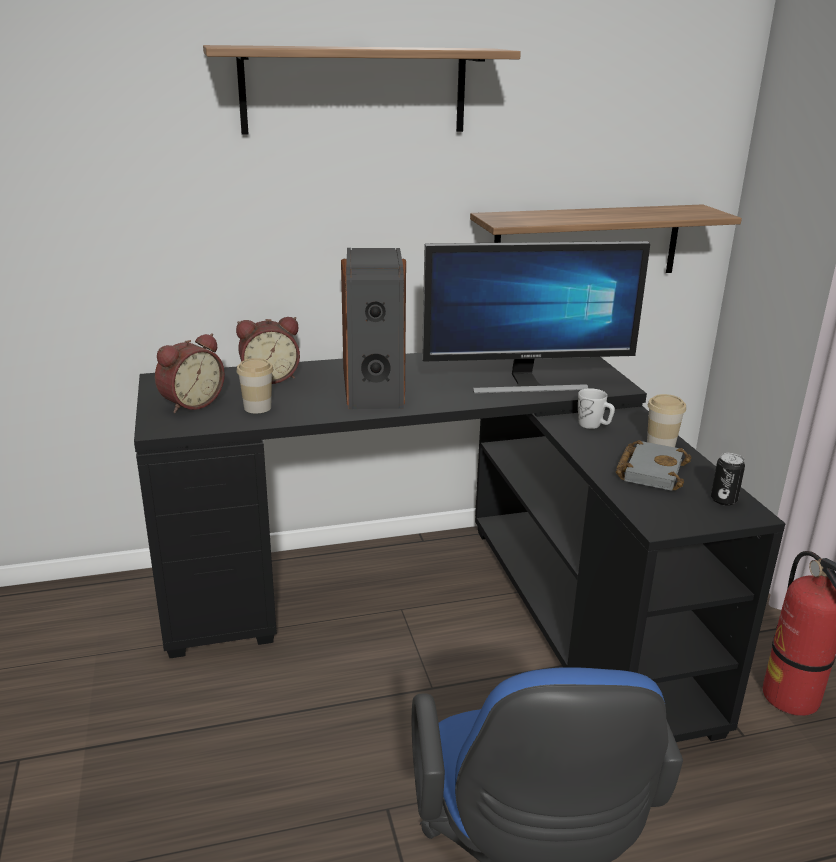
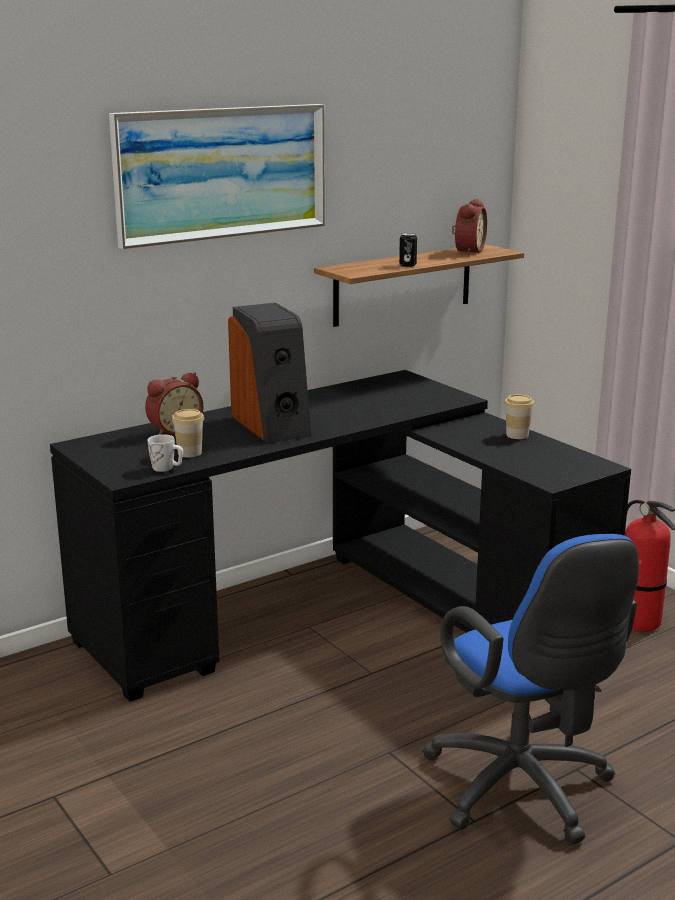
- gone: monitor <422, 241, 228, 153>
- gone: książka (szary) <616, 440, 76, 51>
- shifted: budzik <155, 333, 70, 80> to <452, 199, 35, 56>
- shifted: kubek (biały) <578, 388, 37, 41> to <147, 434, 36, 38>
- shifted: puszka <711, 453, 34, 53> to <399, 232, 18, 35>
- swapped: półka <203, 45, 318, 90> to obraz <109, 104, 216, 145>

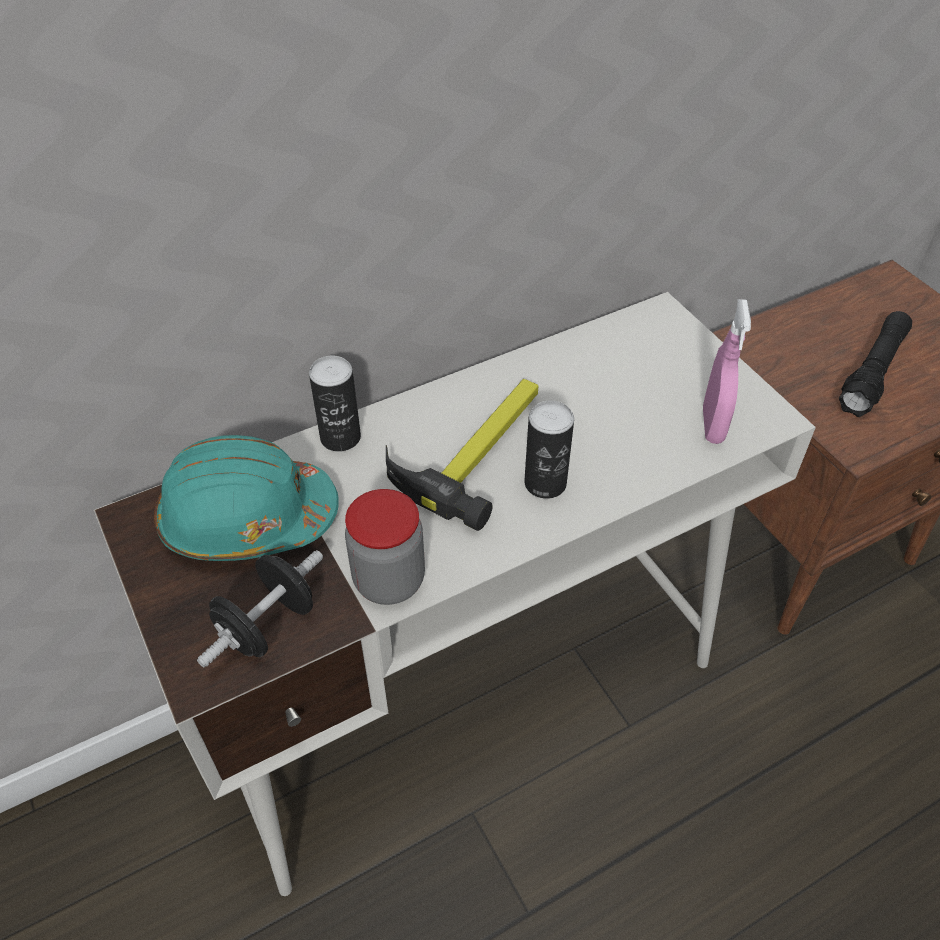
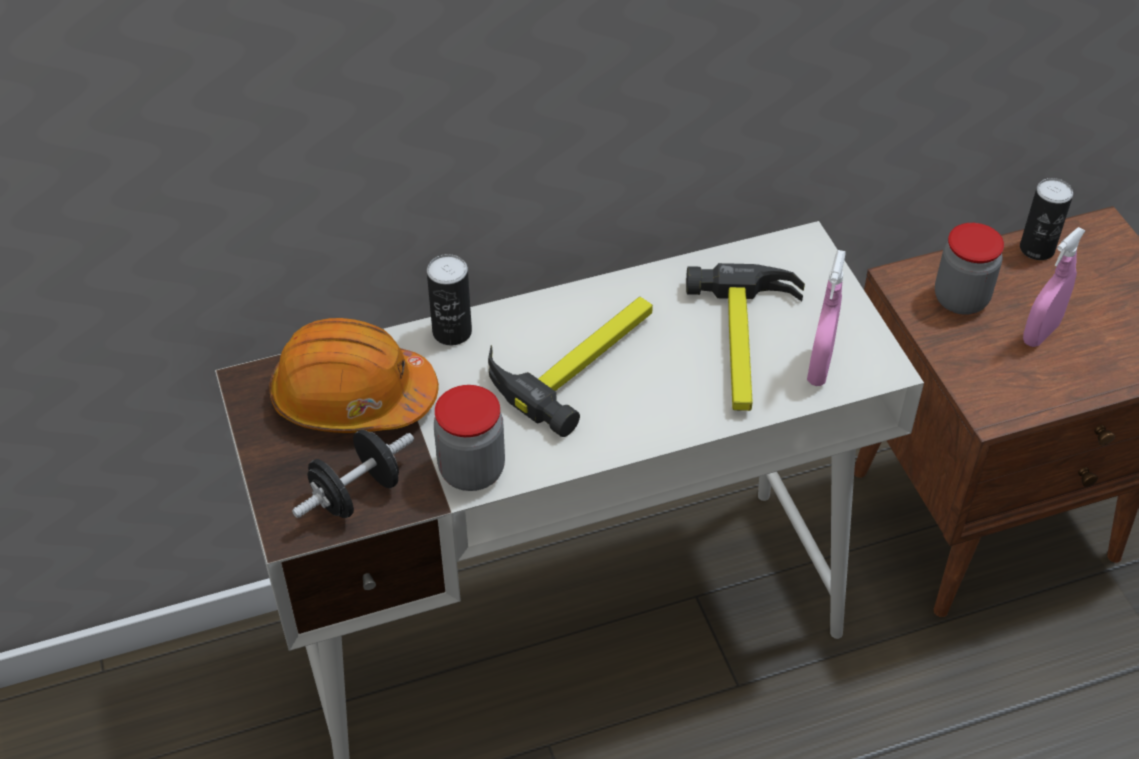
- new: młotek <686, 263, 119, 148>
- new: słoik <935, 223, 69, 92>
- shifted: puszka <524, 401, 50, 98> to <1020, 178, 53, 82>
- swapped: latarka (czarny) <839, 311, 73, 106> to spryskiwacz (różowy) <1023, 227, 62, 120>
- repainted: kask (turkusowy) <154, 435, 185, 126> to kask (pomarańczowy) <269, 318, 170, 115>

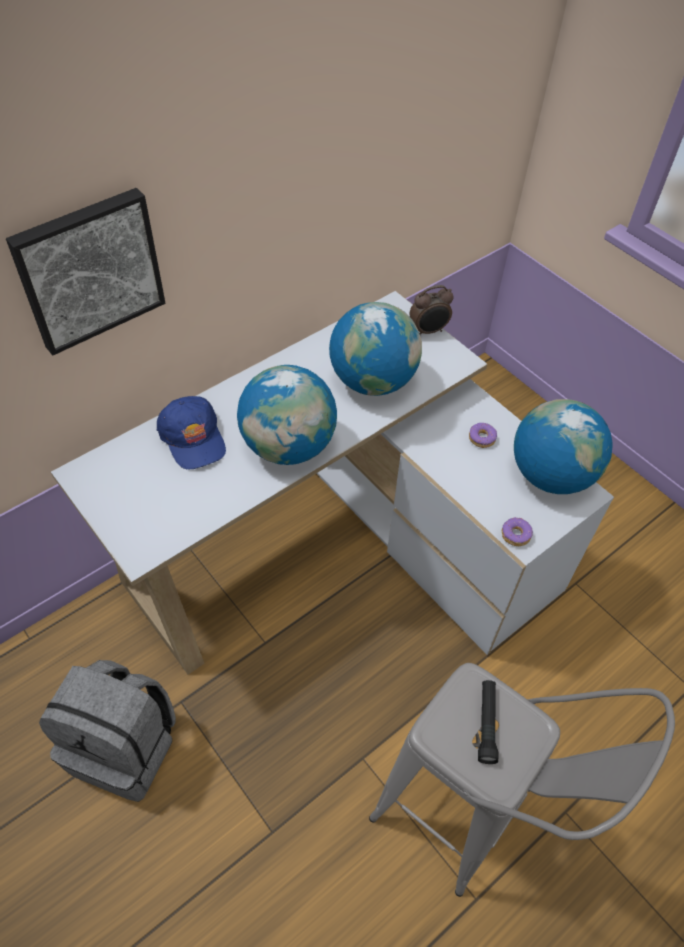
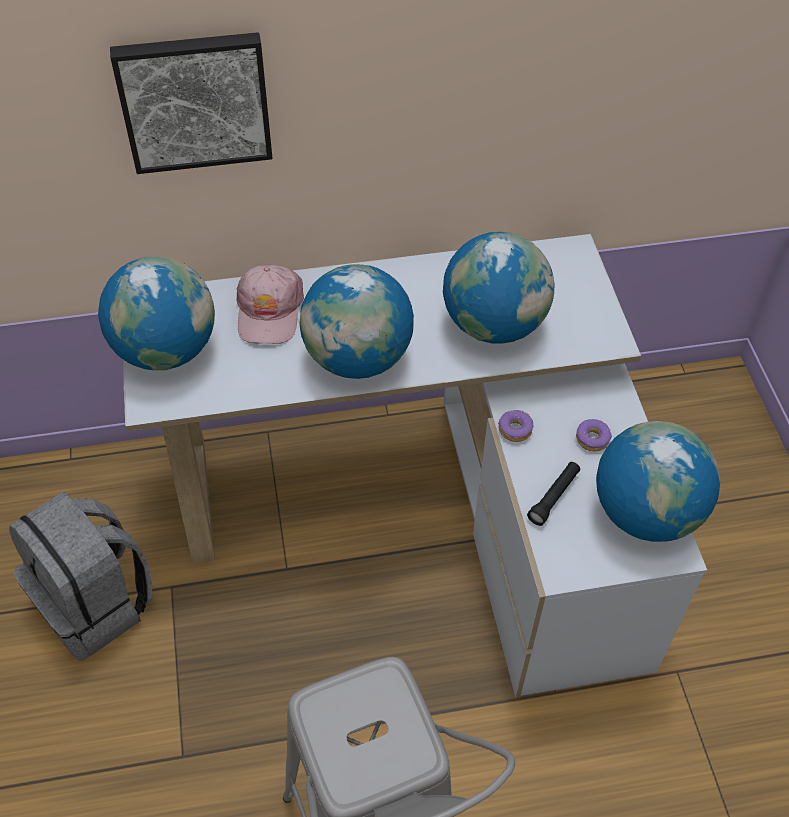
- gone: budzik <410, 285, 44, 50>
- new: globus <98, 256, 117, 114>
- shifted: latarka (czarny) <478, 680, 20, 84> to <527, 462, 53, 64>
- shifted: donut <502, 517, 31, 29> to <498, 410, 36, 32>
- repainted: czapka z daszkiem (niebieski) <157, 396, 69, 74> to czapka z daszkiem (różowy) <236, 265, 68, 79>

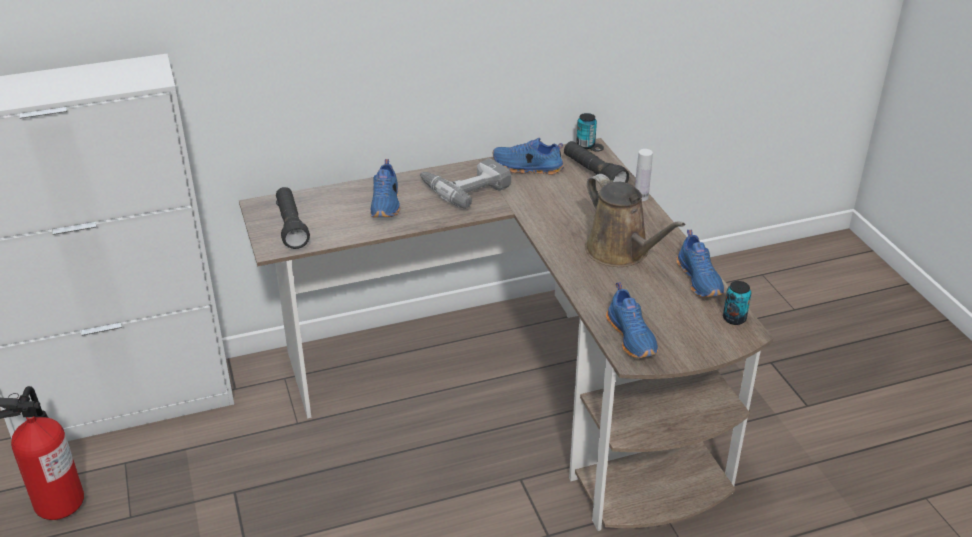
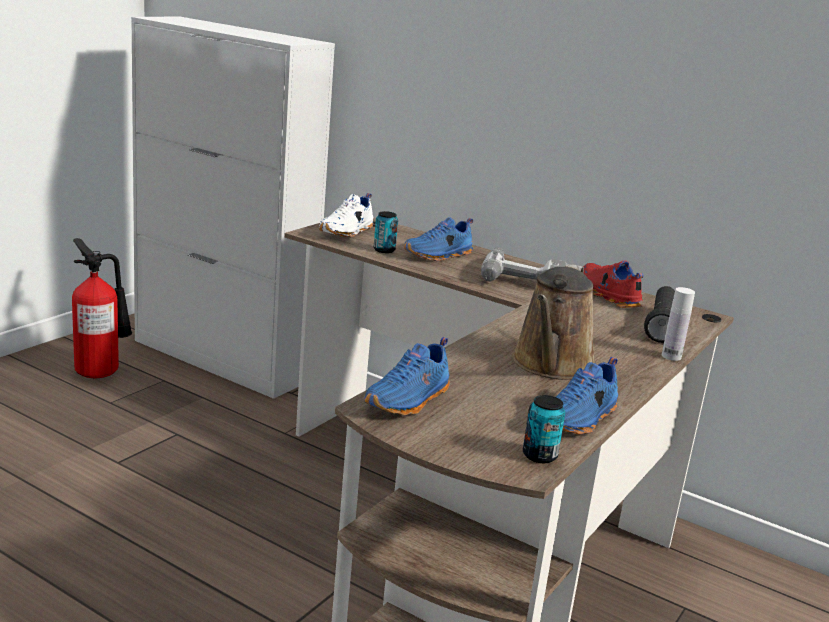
- shifted: puszka <576, 113, 21, 36> to <374, 211, 24, 42>
- swapped: latarka (czarny) <276, 187, 34, 62> to but (biały) <319, 193, 55, 44>
- repainted: but (niebieski) <493, 138, 71, 37> to but (czerwony) <584, 261, 59, 47>

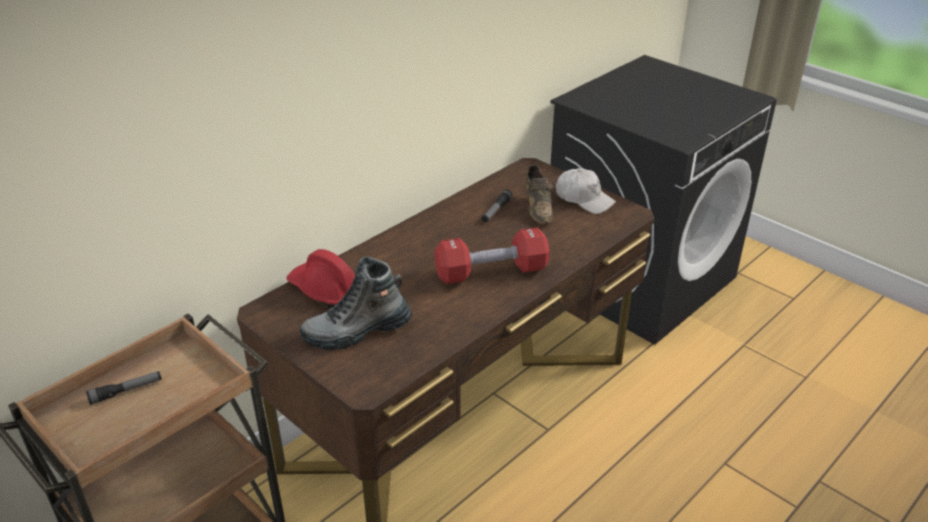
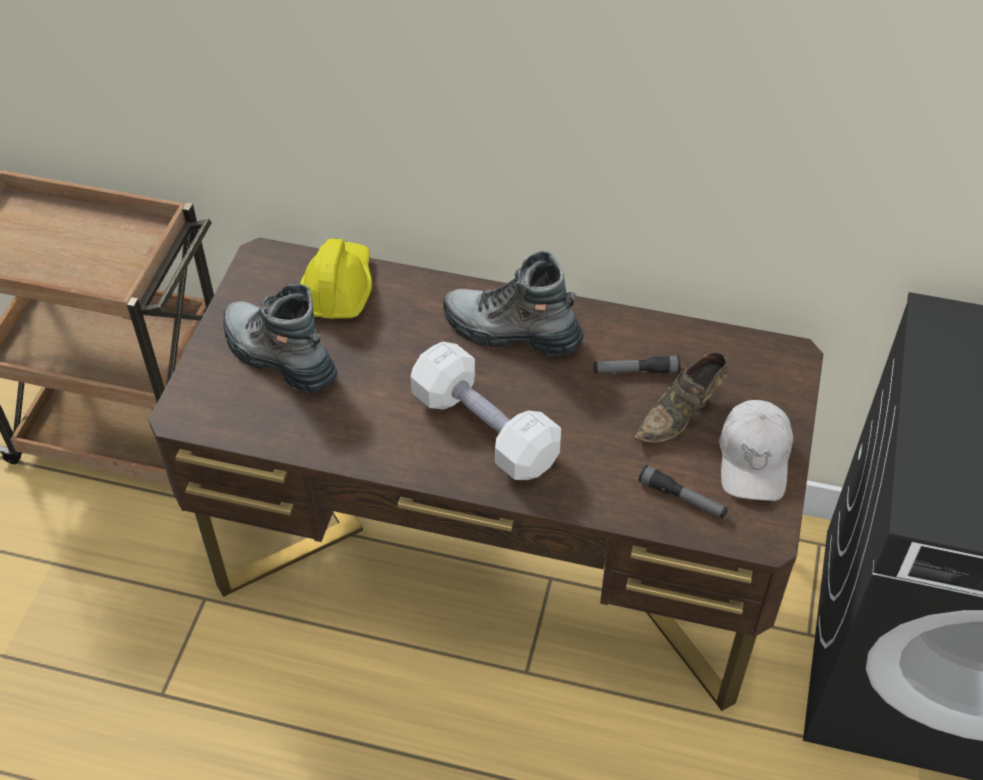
- new: but z cholewką <443, 251, 141, 104>
- shifted: latarka <86, 371, 76, 34> to <638, 465, 90, 54>
- repainted: kask (czerwony) <287, 249, 68, 59> to kask (żółty) <300, 238, 72, 81>
- repainted: hantel (czerwony) <435, 227, 115, 57> to hantel (biały) <411, 342, 150, 138>

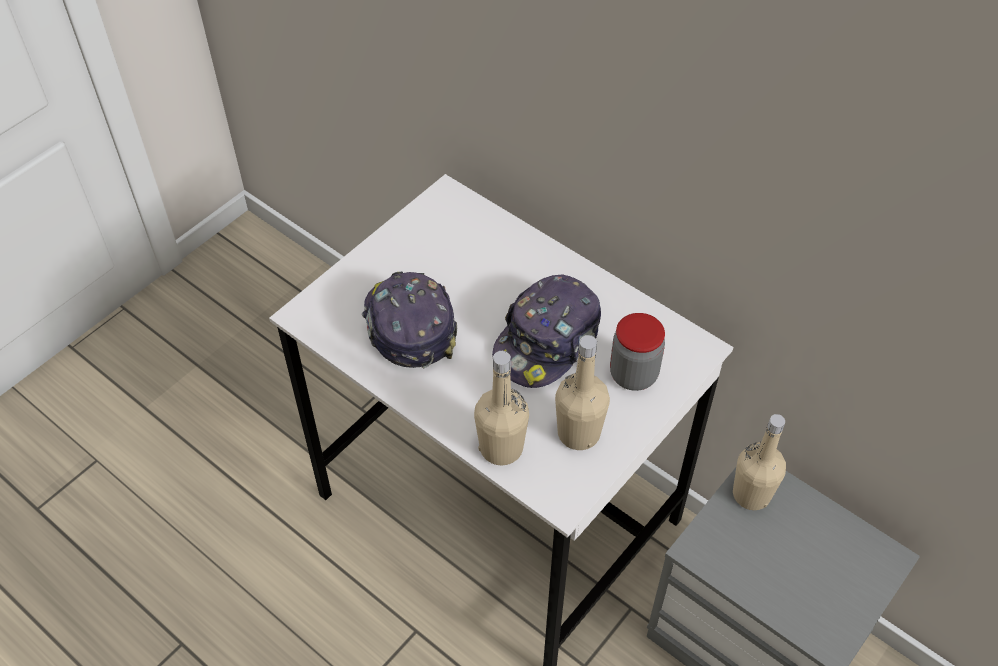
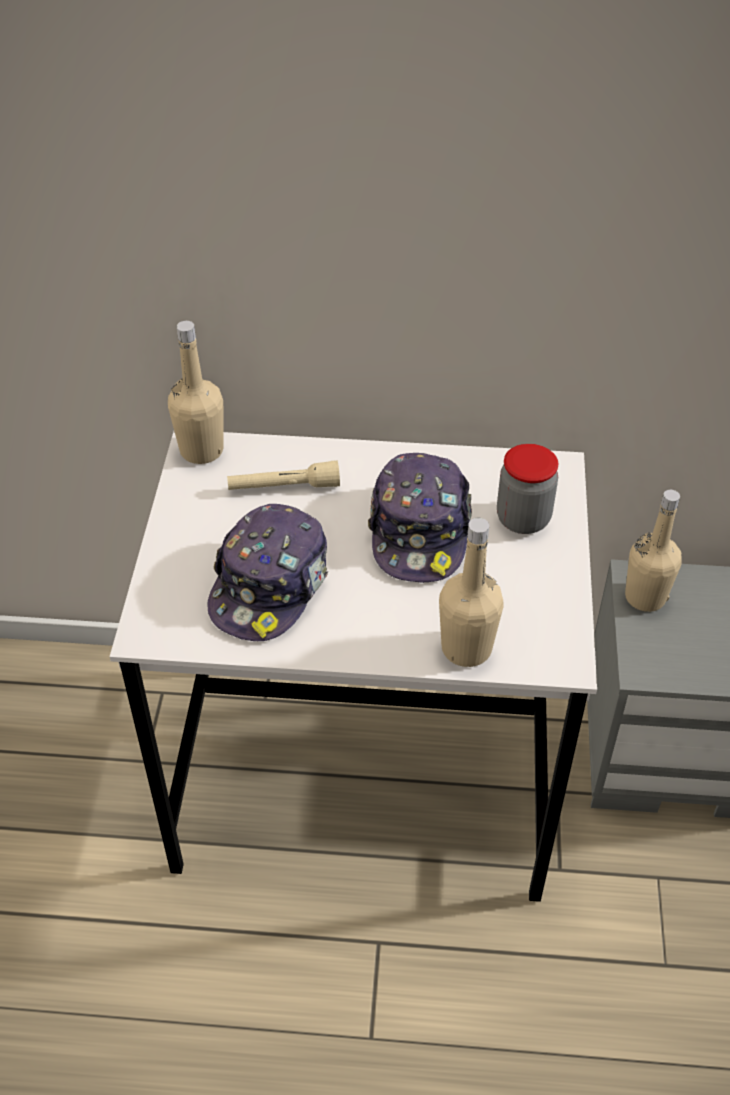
- new: latarka (beżowy) <227, 460, 113, 30>
- shifted: butelka (beżowy) <555, 335, 55, 115> to <168, 321, 56, 143>
- rotated: czapka z daszkiem <362, 272, 95, 97> = <207, 504, 121, 137> 105 degrees counterclockwise

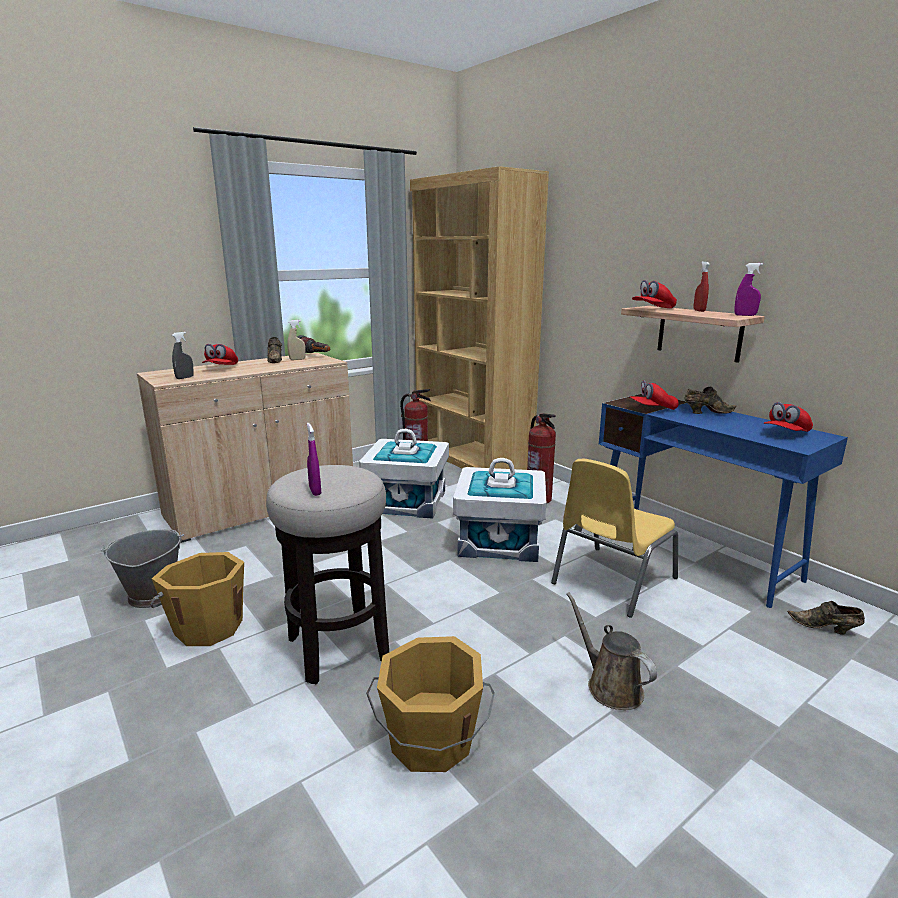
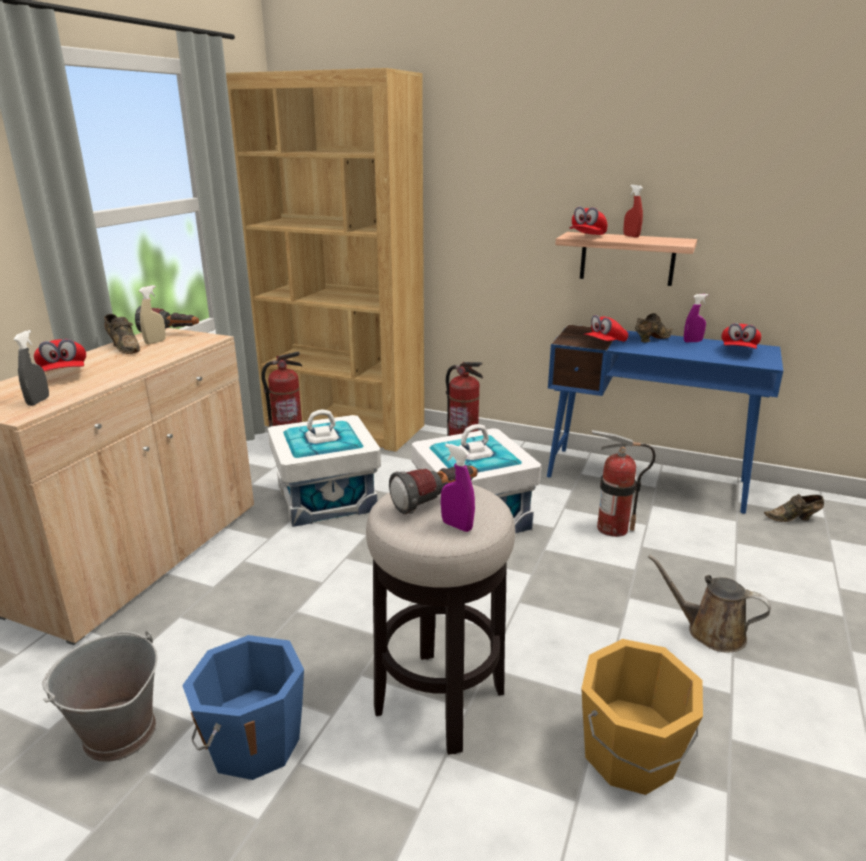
- new: latarka <389, 465, 89, 49>
- shifted: spryskiwacz (fioletowy) <734, 263, 29, 53> to <684, 294, 24, 48>
- swapped: krzesło (żółty) <551, 459, 127, 159> to gaśnica <592, 430, 64, 107>
- repainted: wiadro (pomarańczowy) <150, 552, 94, 94> to wiadro (niebieski) <182, 635, 122, 145>

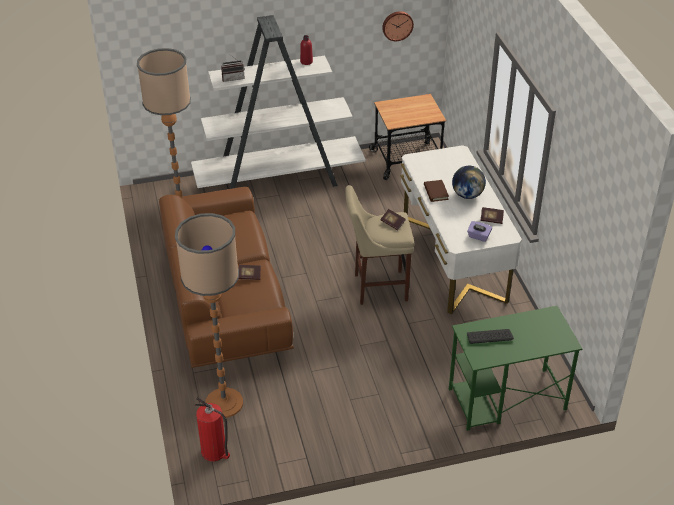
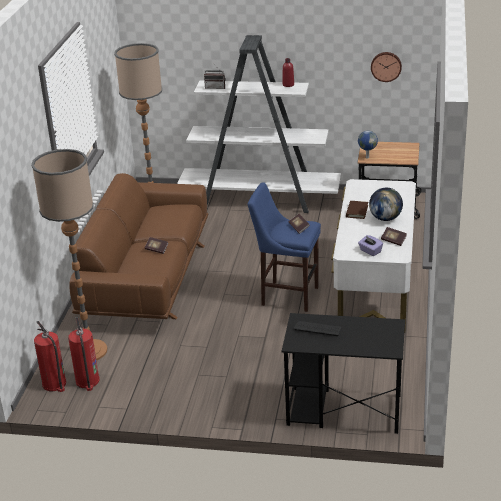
- new: gaśnica <68, 317, 32, 74>
- new: globus <358, 131, 20, 28>
- repainted: stołek (beżowy) <345, 185, 69, 120> to stołek (niebieski) <248, 182, 73, 130>
- repainted: biurko (zielony) <449, 306, 133, 125> to biurko (czarny) <282, 313, 123, 121>

